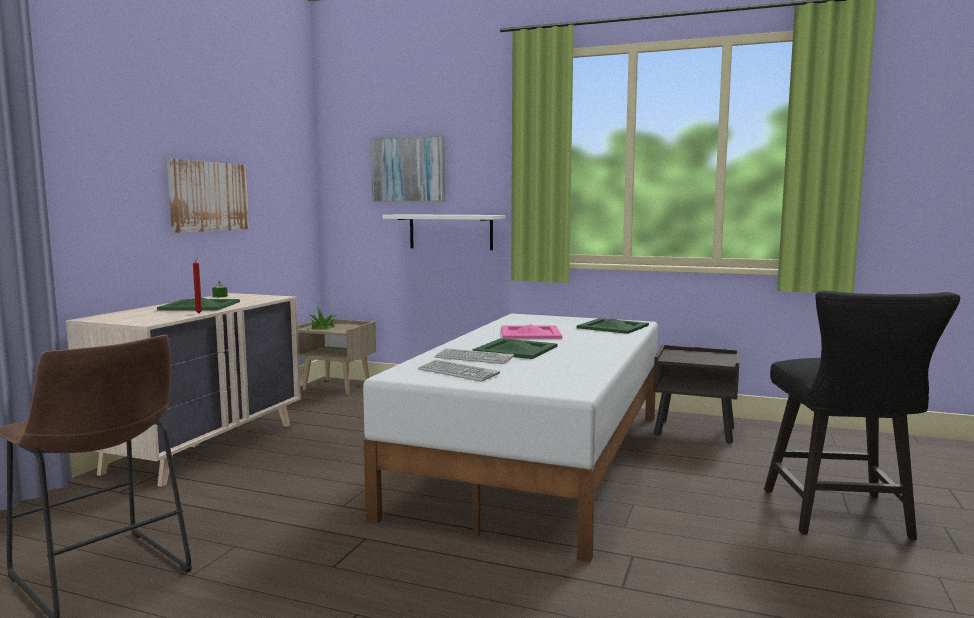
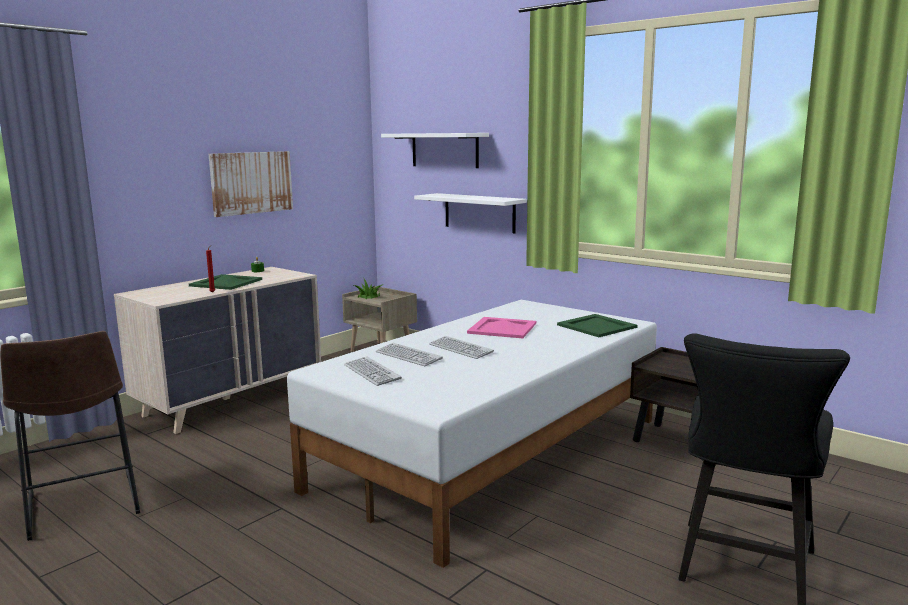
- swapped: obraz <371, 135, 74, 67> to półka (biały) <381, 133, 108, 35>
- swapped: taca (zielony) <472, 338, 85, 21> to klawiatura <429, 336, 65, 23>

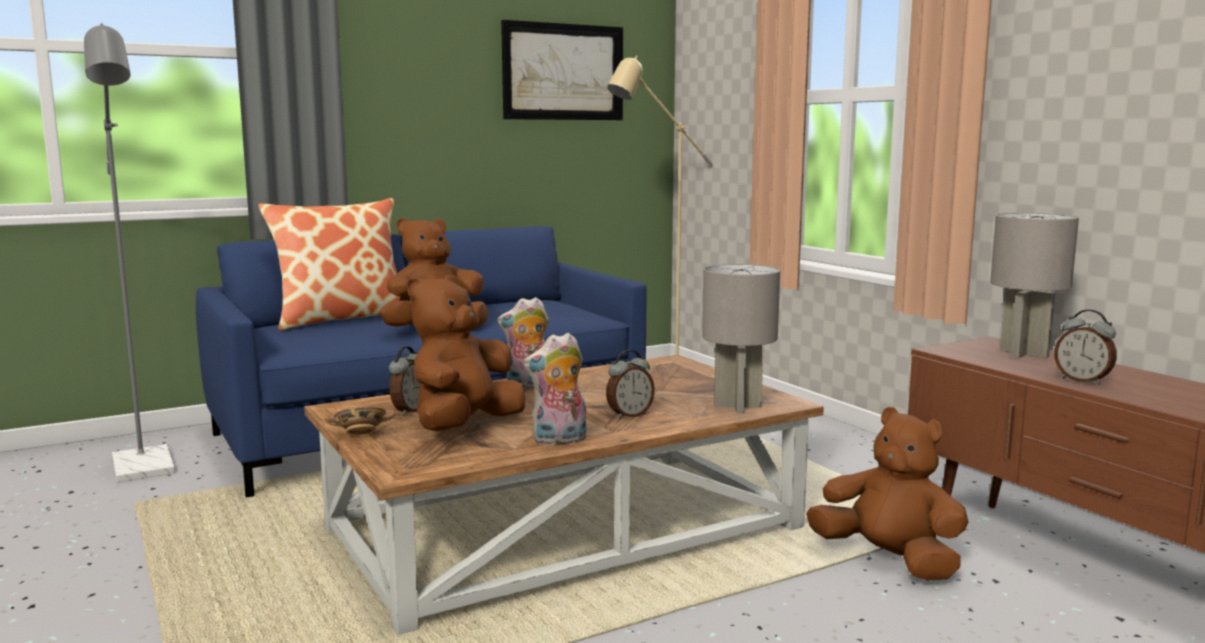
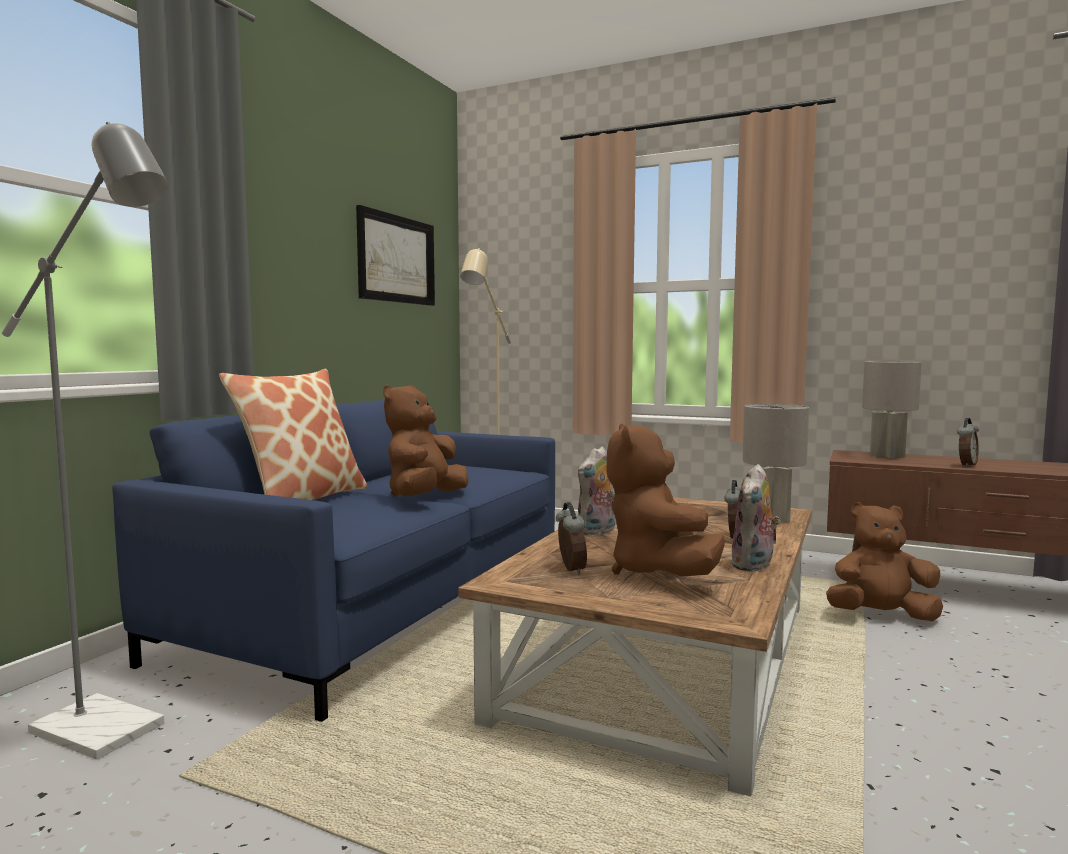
- gone: miska <325, 406, 70, 29>
- rotated: budzik <1054, 310, 63, 75> = <957, 418, 22, 49> 60 degrees counterclockwise

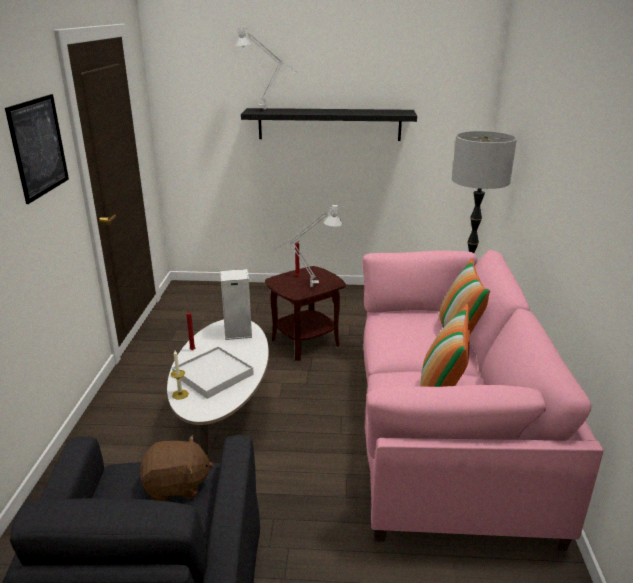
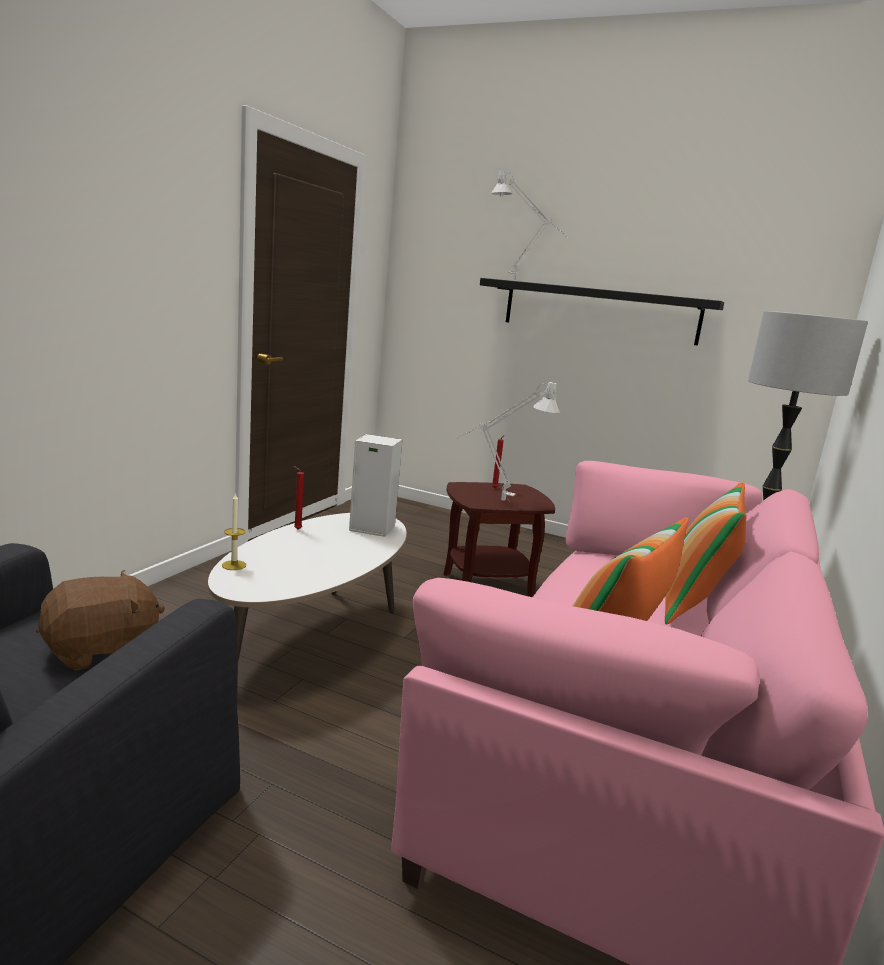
- gone: obraz <5, 94, 64, 110>
- gone: taca (biały) <172, 346, 82, 53>
- rotated: pluszak (brązowy) <140, 435, 73, 66> = <36, 570, 129, 100> 45 degrees counterclockwise

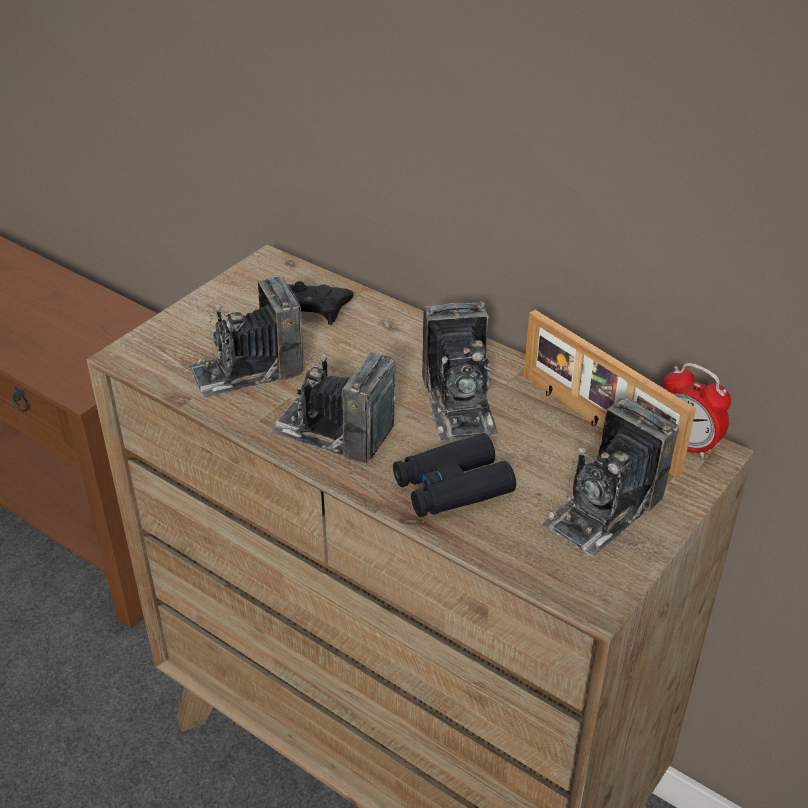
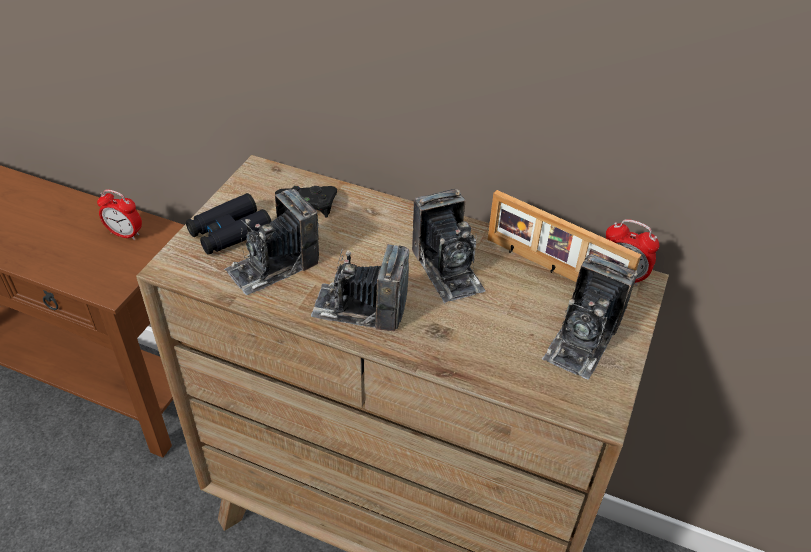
- new: budzik <97, 189, 45, 51>
- shifted: lornetka (czarny) <393, 433, 123, 84> to <186, 193, 86, 62>

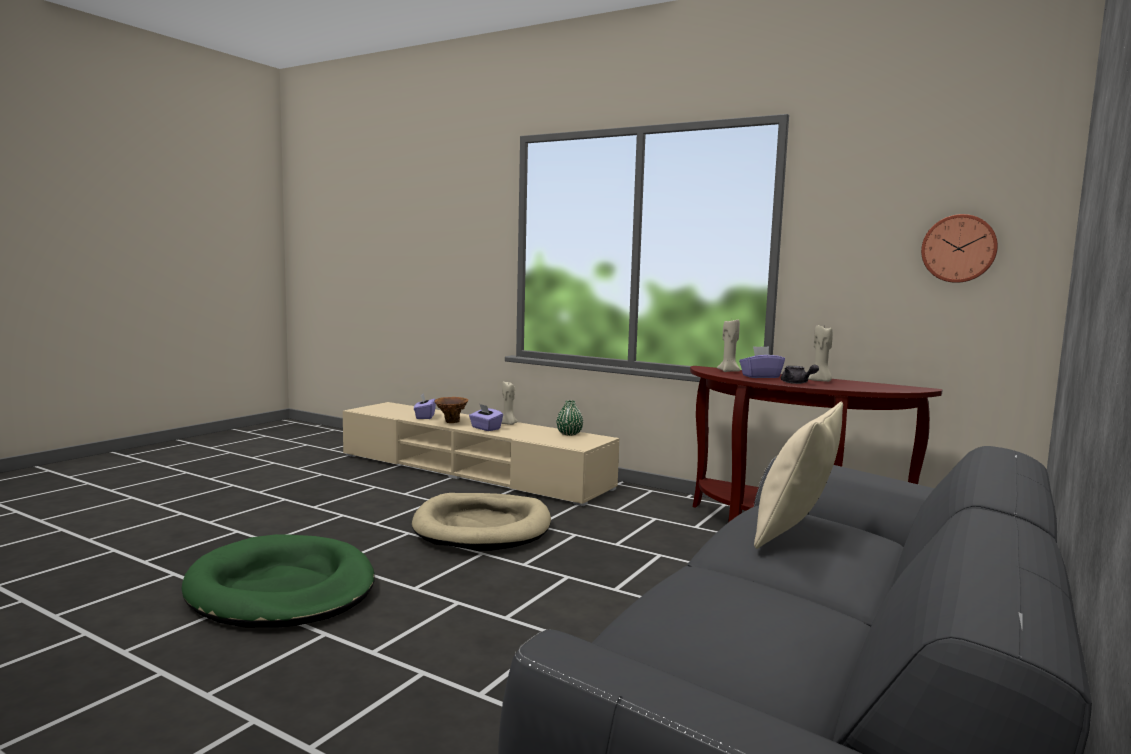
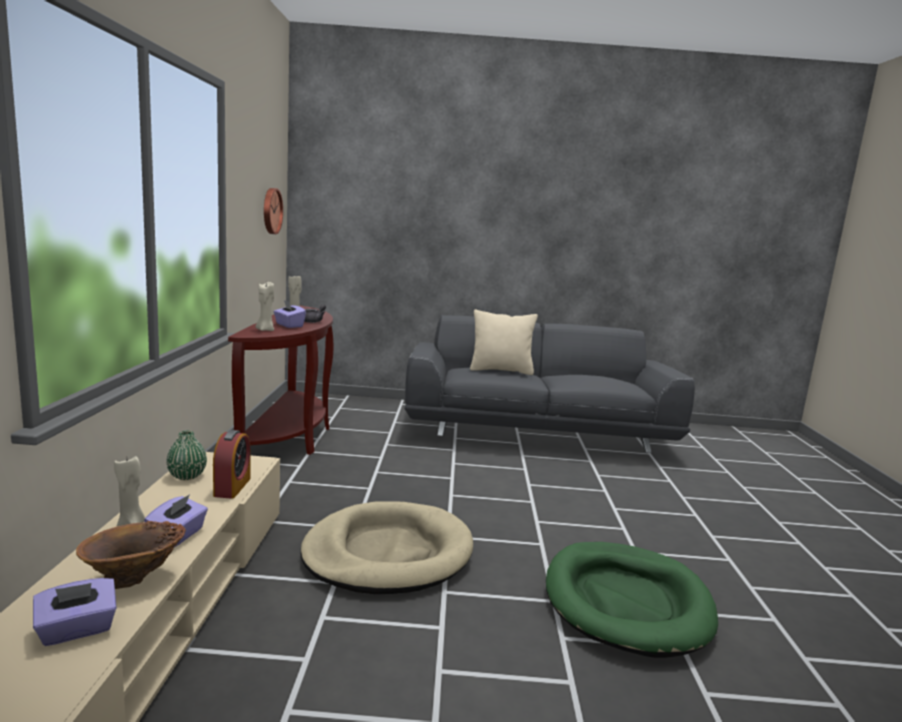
- new: budzik <213, 430, 37, 69>

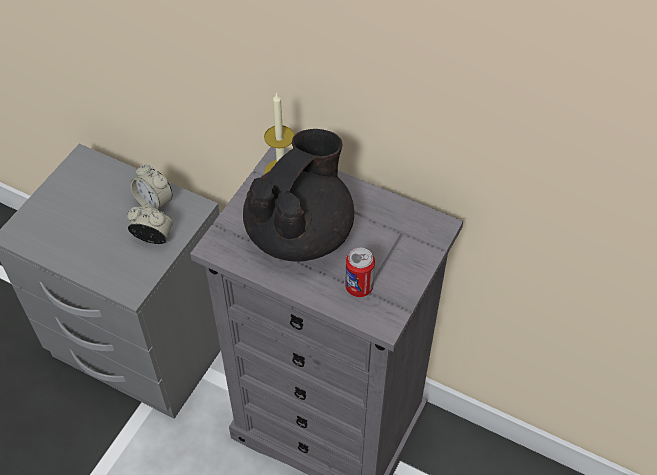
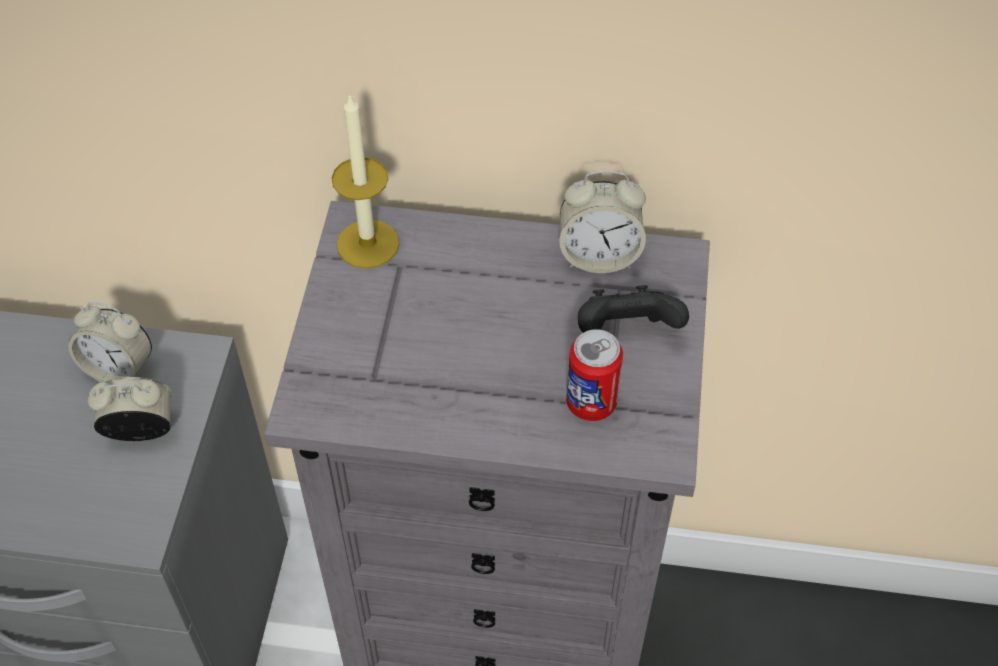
- gone: imbryk (czarny) <243, 129, 111, 133>
- new: budzik <559, 170, 87, 103>
- new: pad do gier (czarny) <578, 285, 111, 48>

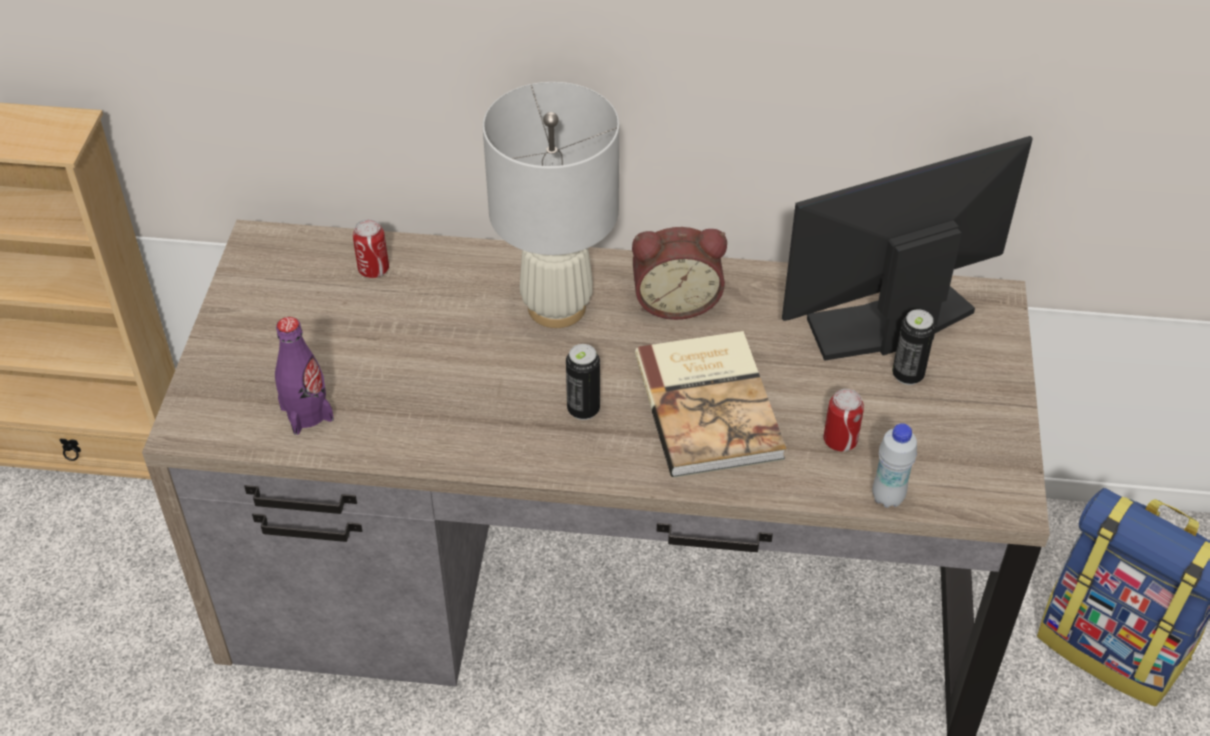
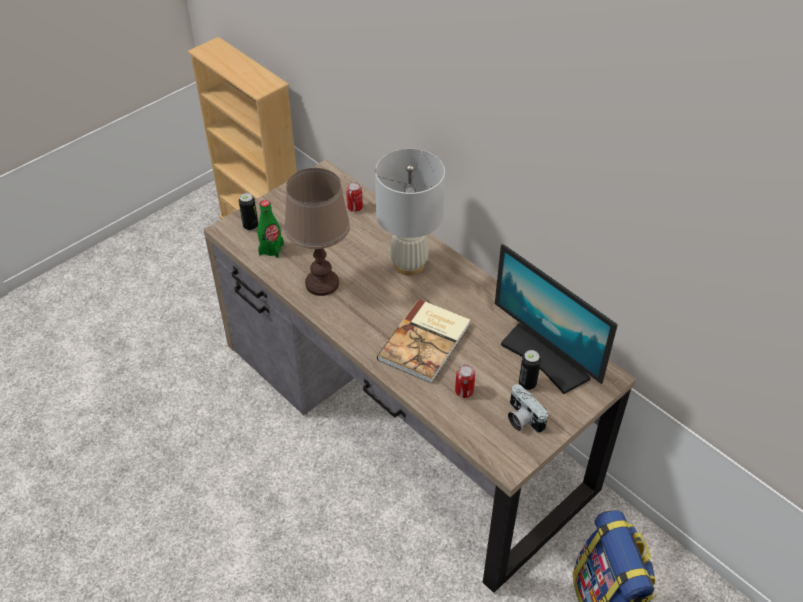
- gone: budzik <632, 227, 95, 93>
- gone: butelka (biały) <872, 423, 45, 85>
- new: lampa stołowa (brązowy) <284, 168, 66, 128>
- new: aparat fotograficzny <508, 384, 40, 49>
- shifted: puszka <566, 344, 34, 76> to <239, 193, 19, 38>
- repainted: butelka (fioletowy) <275, 317, 59, 118> to butelka (zielony) <257, 200, 27, 58>
- rotated: monitor <782, 136, 251, 225> = <495, 244, 122, 150> 150 degrees counterclockwise

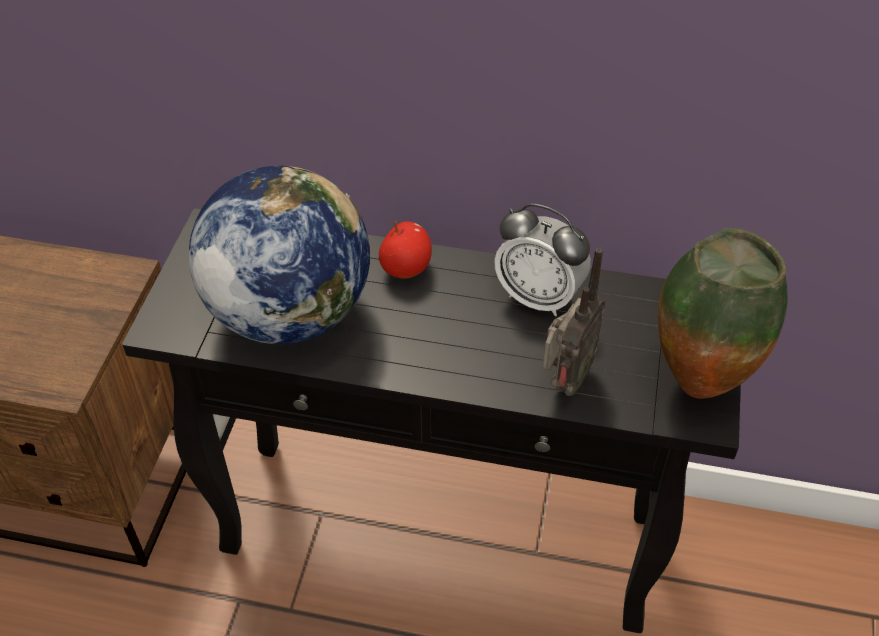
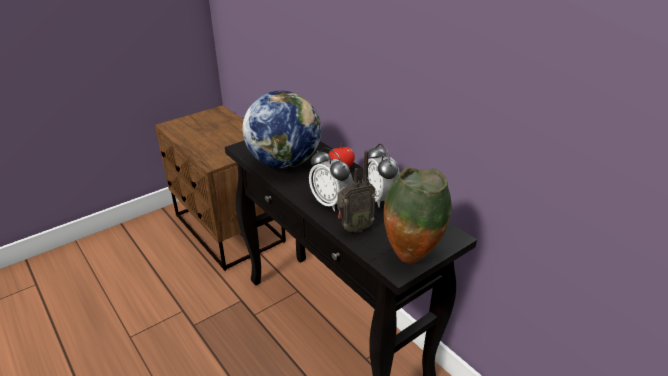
- new: budzik <309, 147, 44, 64>

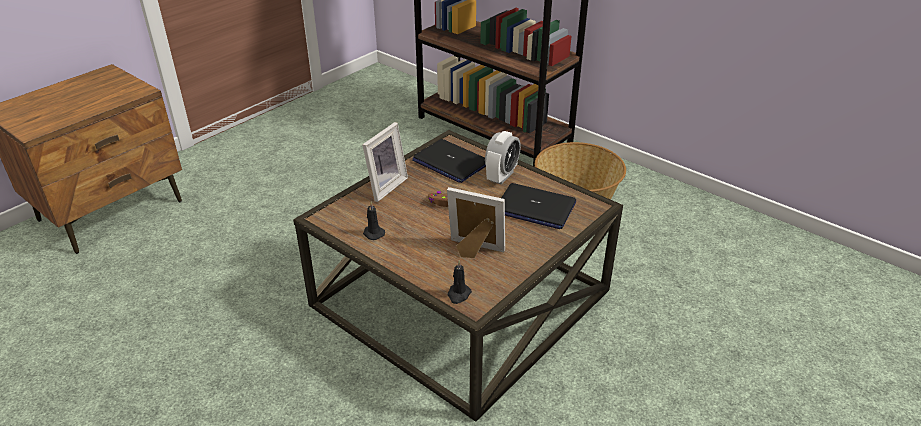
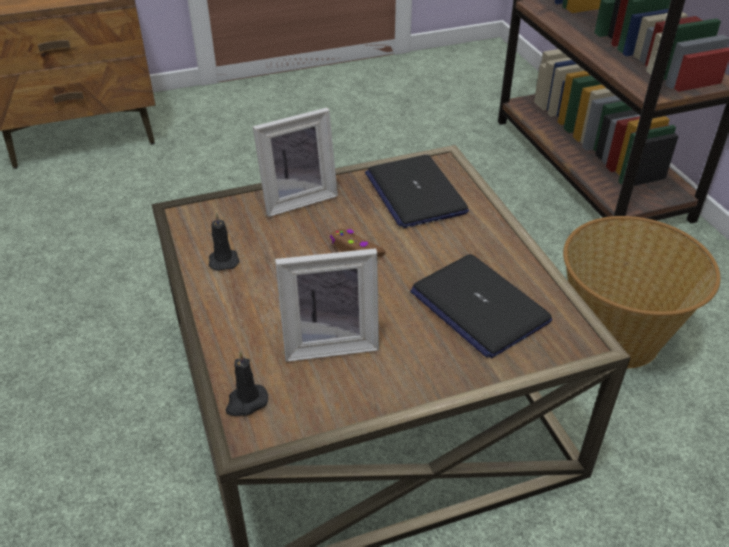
- gone: budzik <485, 131, 36, 54>
- rotated: ramka na zdjęcie <447, 187, 58, 71> = <275, 248, 104, 114> 120 degrees clockwise

